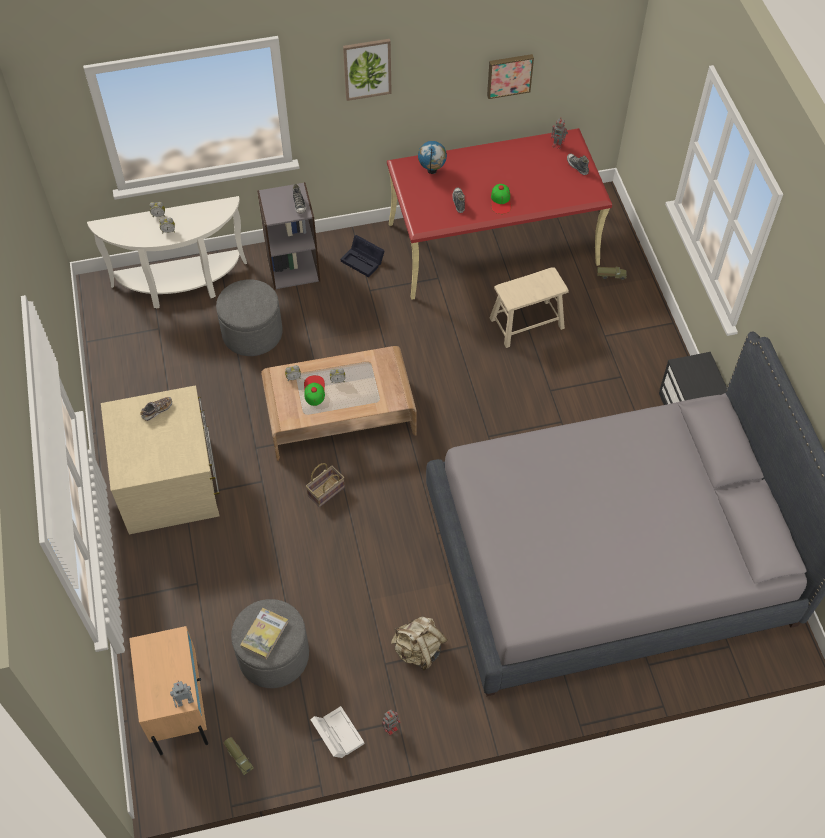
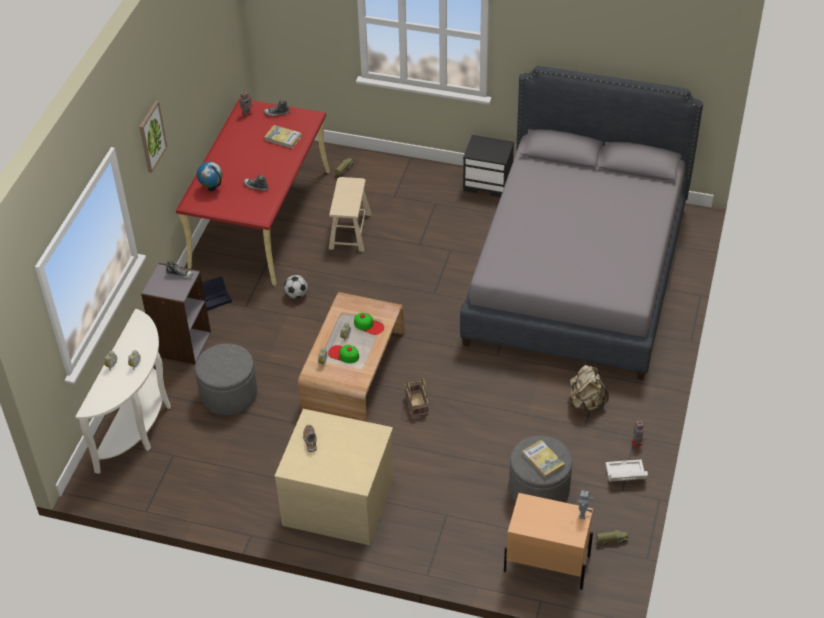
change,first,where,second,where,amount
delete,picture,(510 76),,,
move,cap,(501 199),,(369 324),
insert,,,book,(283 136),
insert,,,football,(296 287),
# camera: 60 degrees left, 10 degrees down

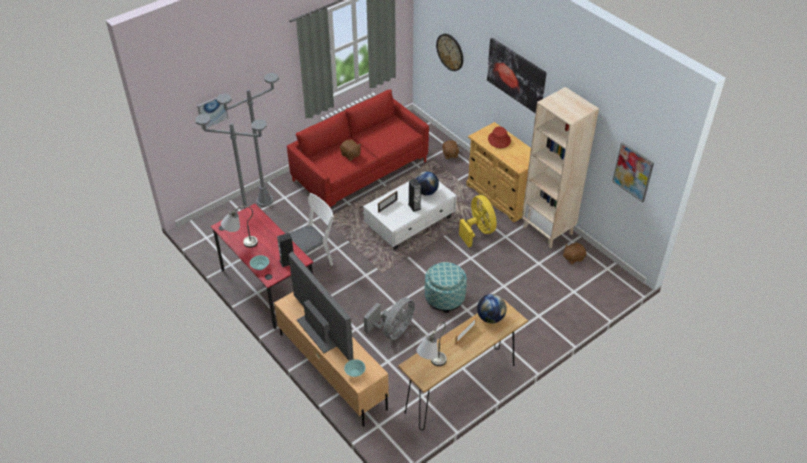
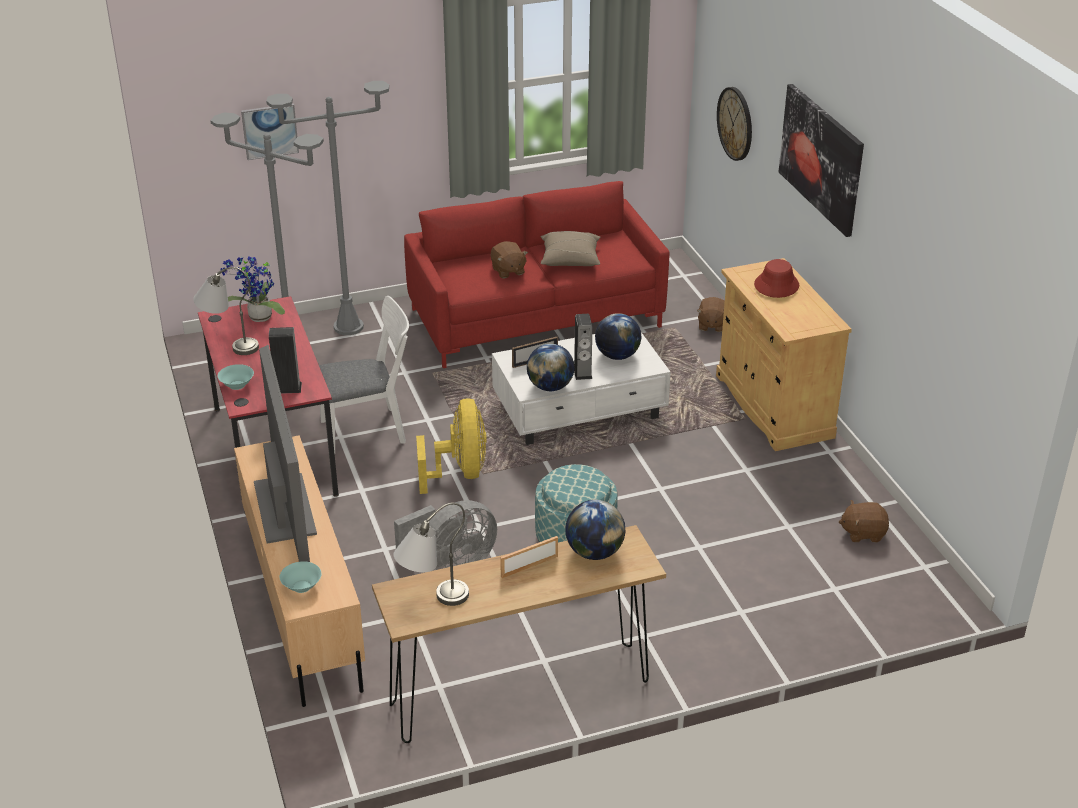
change,first,where,second,where,amount
move,yellow fan,(478 221),,(451 446),
delete,beige bookcase,(560 167),,,
delete,picture,(633 172),,,
insert,,,potted plant,(253 289),
insert,,,globe,(551 367),
insert,,,beige pillow,(570 248),
# camera: 20 degrees right, 10 degrees down

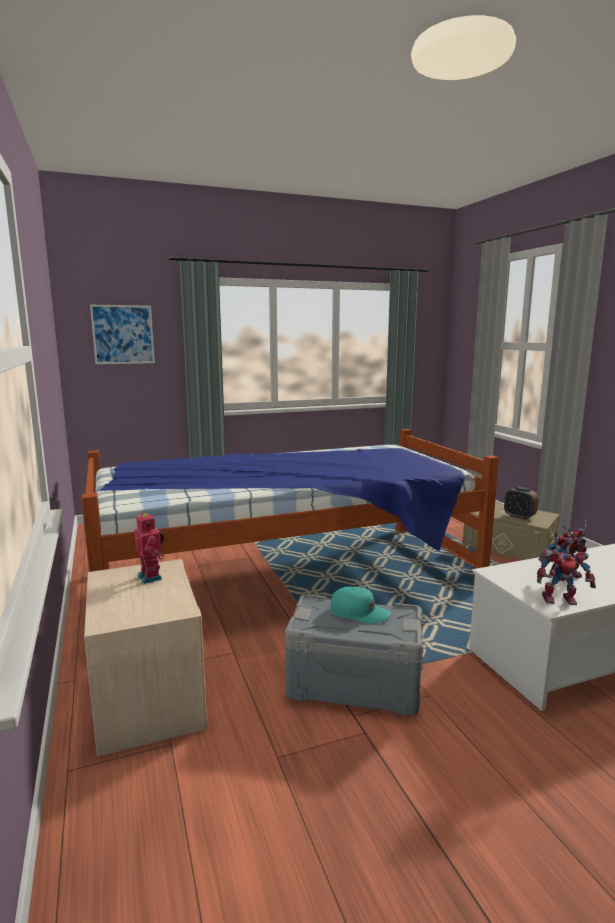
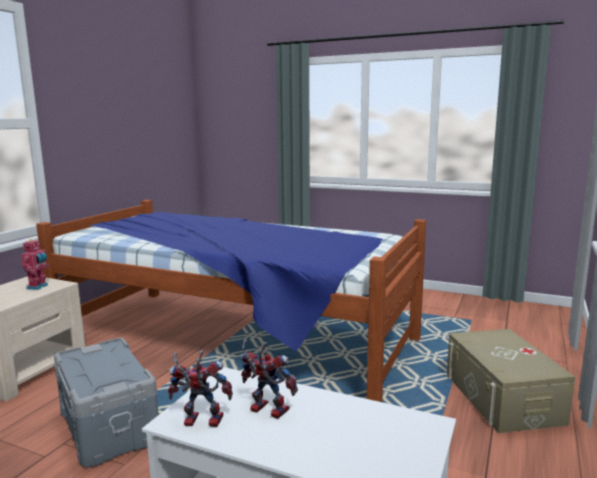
change,first,where,second,where,amount
delete,picture,(122 334),,,
delete,turquoise cap,(360 605),,,
delete,alarm clock,(521 503),,,
rotate,toy robot,(566 567),,(200 388),135 degrees clockwise
# camera: 45 degrees right, 0 degrees up

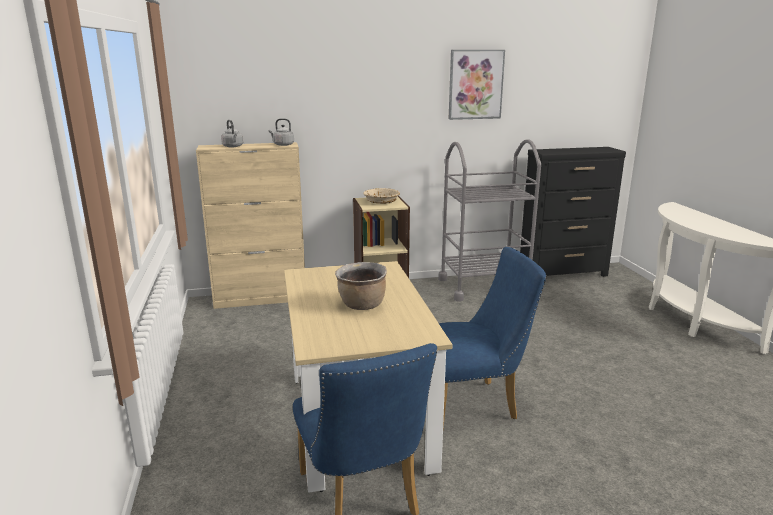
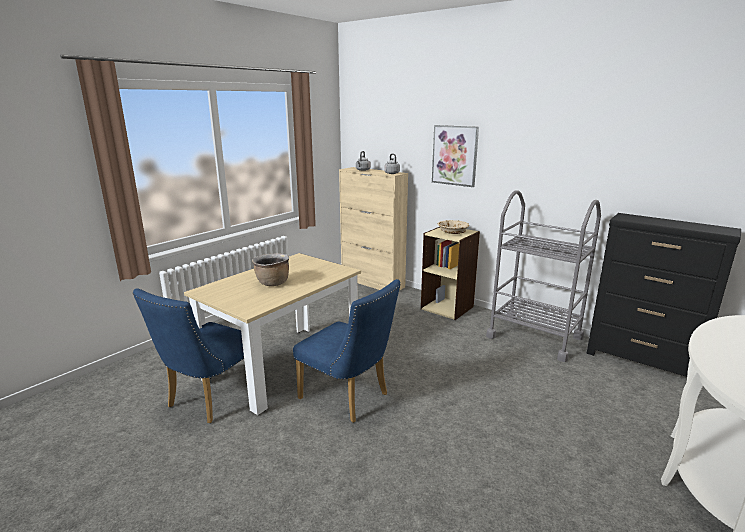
change,first,where,second,where,amount
move,picture,(477 85),,(455 156),
# camera: 50 degrees right, 0 degrees up

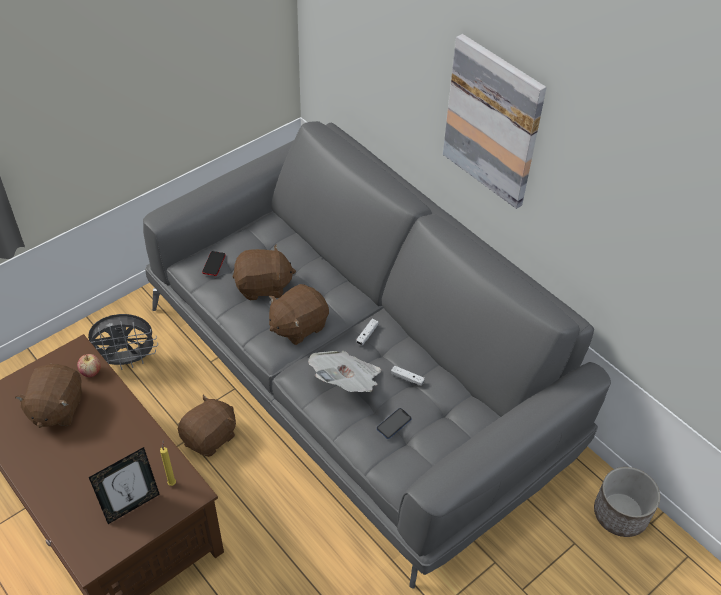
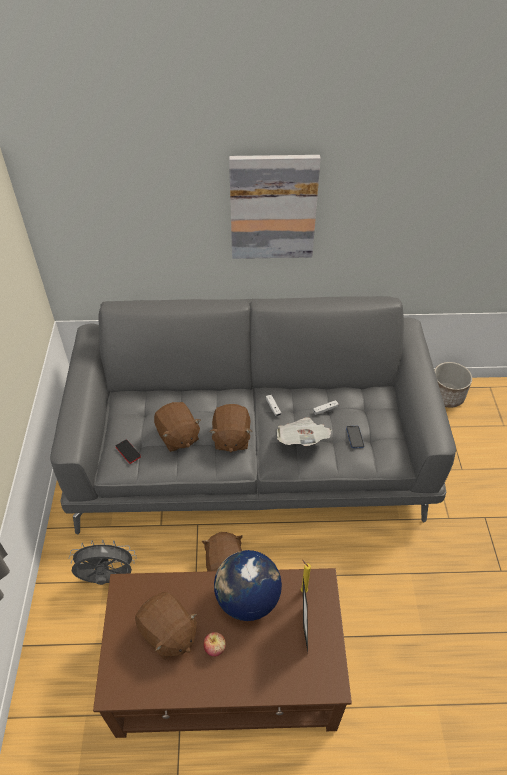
change,first,where,second,where,amount
move,apple,(89 365),,(215 644),
rotate,grey fan,(123 342),,(103 562),120 degrees counterclockwise
rotate,brown plush toy,(264 272),,(177 427),120 degrees clockwise
insert,,,globe,(248 585),
# camera: 50 degrees left, 0 degrees up

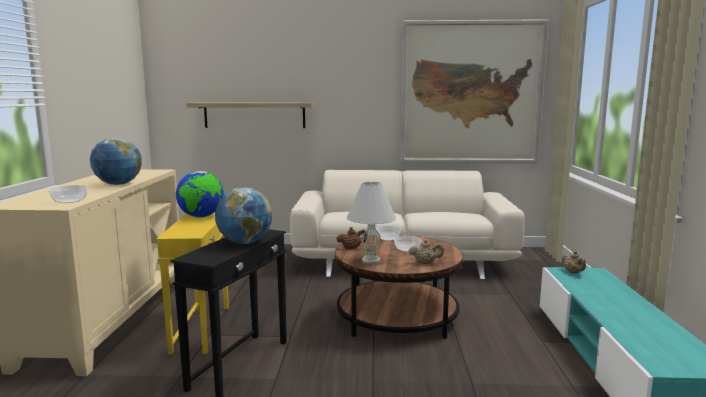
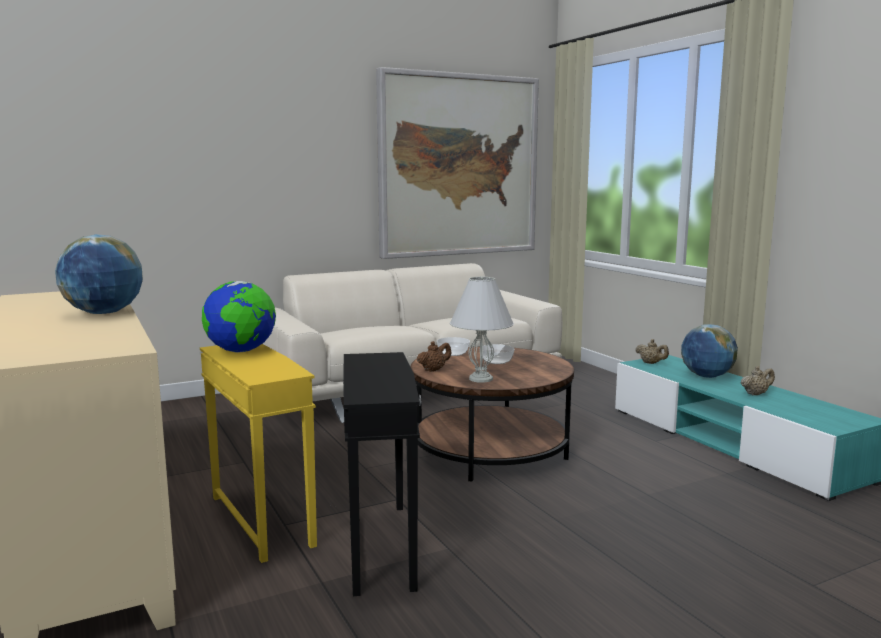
change,first,where,second,where,amount
delete,bowl,(68 194),,,
delete,shelf,(250 115),,,
move,globe,(243 216),,(709 351),
move,beige teapot,(426 252),,(758 380),
# camera: 30 degrees left, 0 degrees up

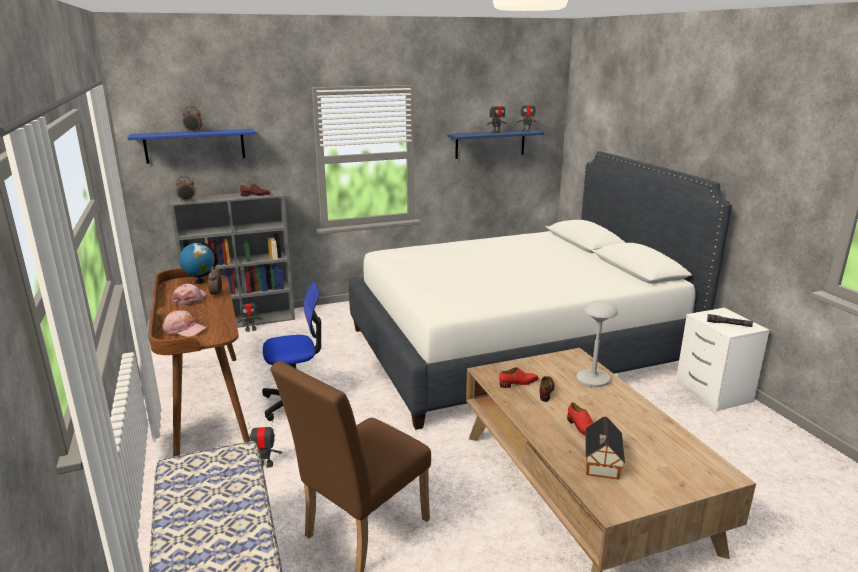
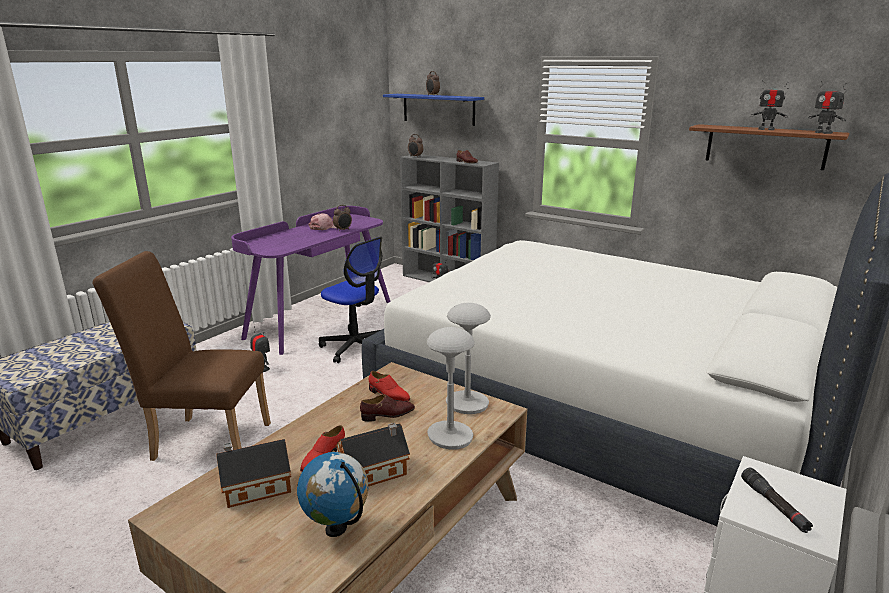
change,first,where,second,where,amount
recolor,brown desk,(199 362),purple desk,(310 280),
delete,pink cap,(185 323),,,
move,globe,(198 263),,(332 494),
recolor,blue shelf,(495 144),brown shelf,(769 147),
insert,,,toy house,(372 454),
insert,,,grey table lamp,(468 358),
# camera: 55 degrees right, 0 degrees up

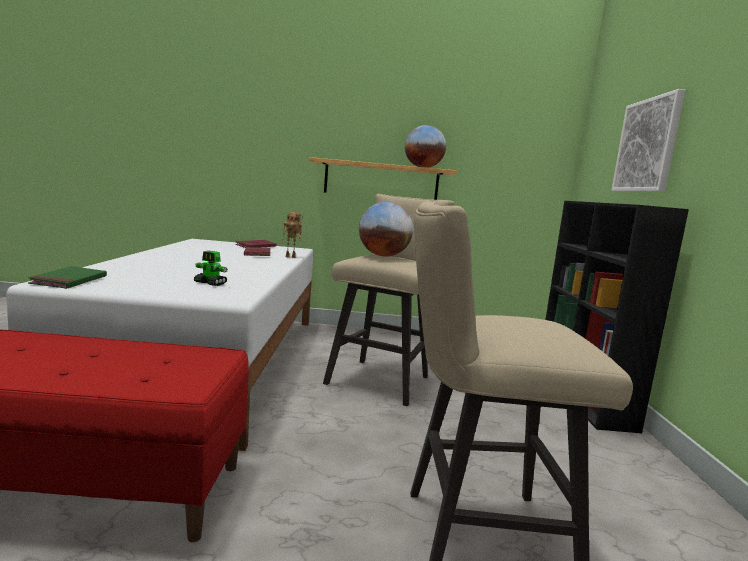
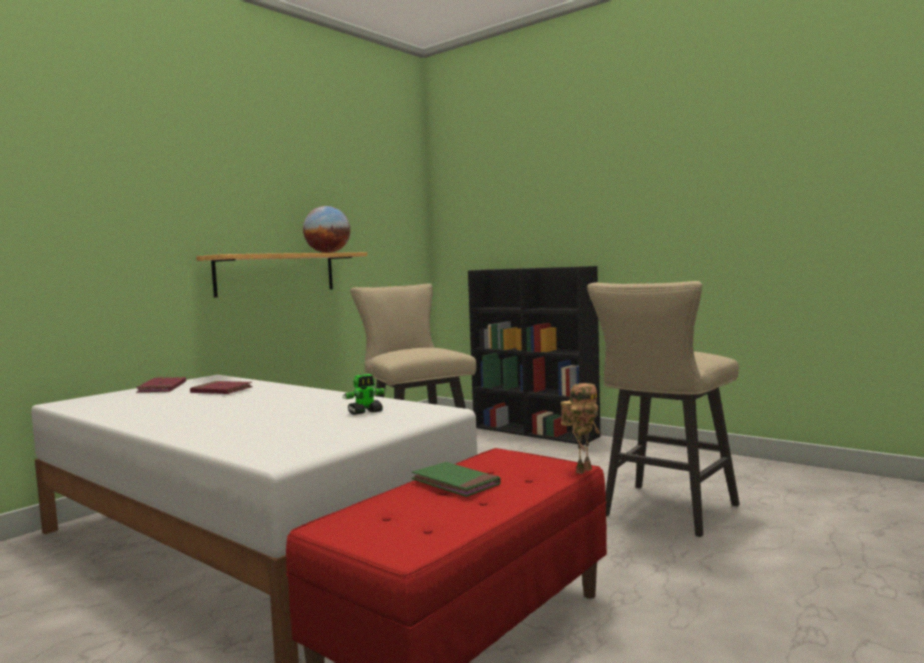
change,first,where,second,where,amount
move,green book,(67 277),,(456 479),
move,toy robot,(292 235),,(580 428),
delete,globe,(386 229),,,
delete,picture,(648 140),,,
# camera: 50 degrees left, 5 degrees down

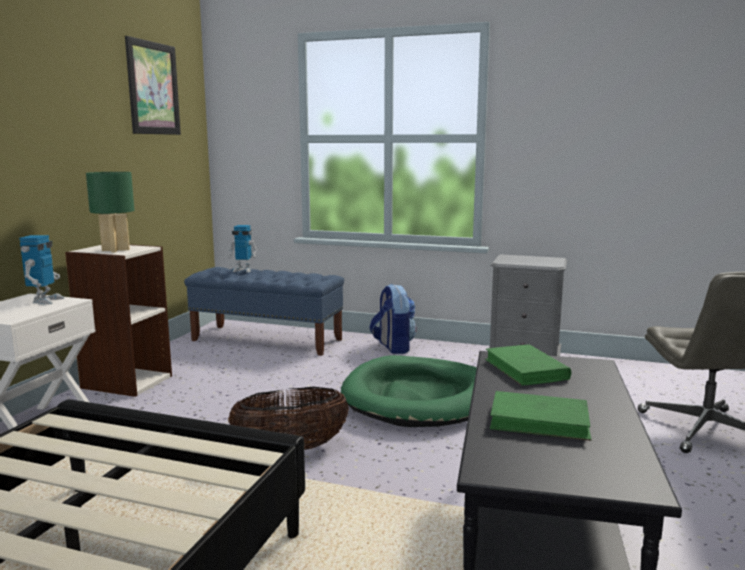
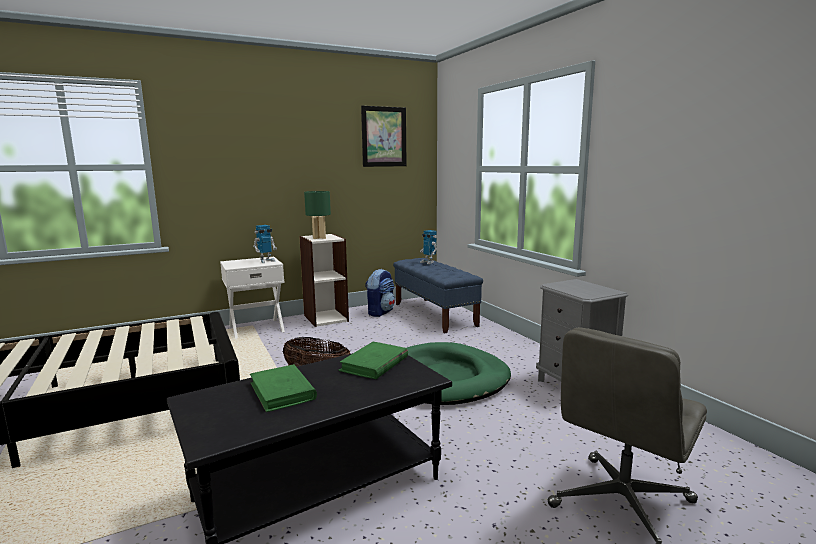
change,first,where,second,where,amount
move,backpack,(393 319),,(380 293),
# camera: 45 degrees right, 0 degrees up

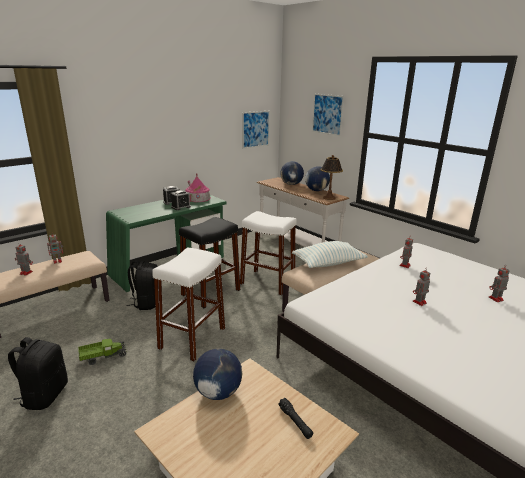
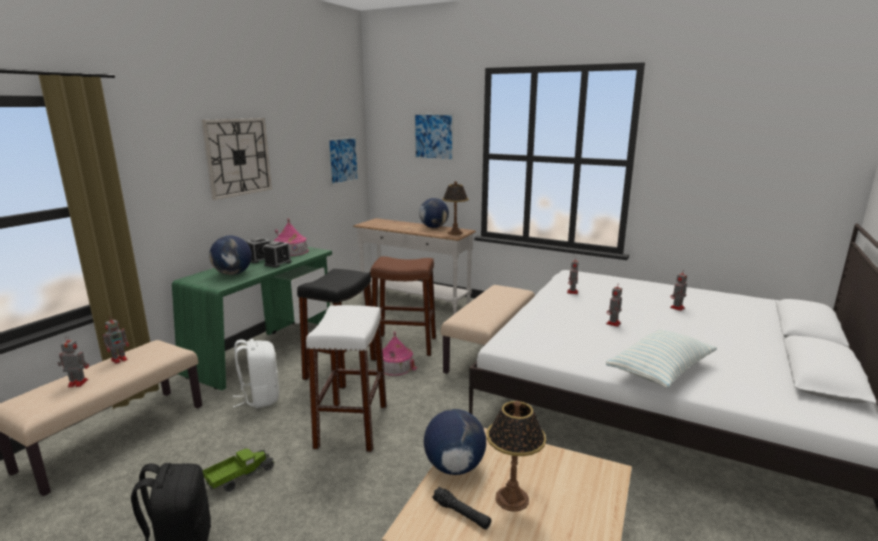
change,first,where,second,where,amount
recolor,black backpack,(142 285),white backpack,(255 373),
recolor,white stool,(268 253),brown stool,(403 306),
move,black flashlight,(295 418),,(461 508),
move,globe,(292 173),,(230 255),
move,pillow,(330 254),,(661 359),
insert,,,wall clock,(236 159),
insert,,,toy house,(399 354),
insert,,,table lamp,(516 456),
# camera: 20 degrees left, 5 degrees down

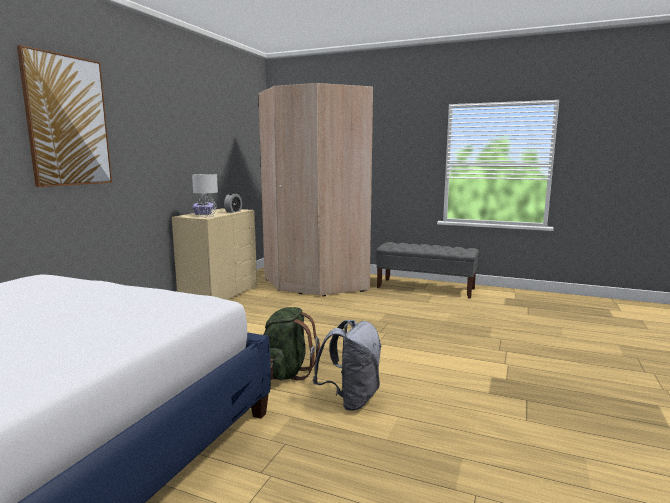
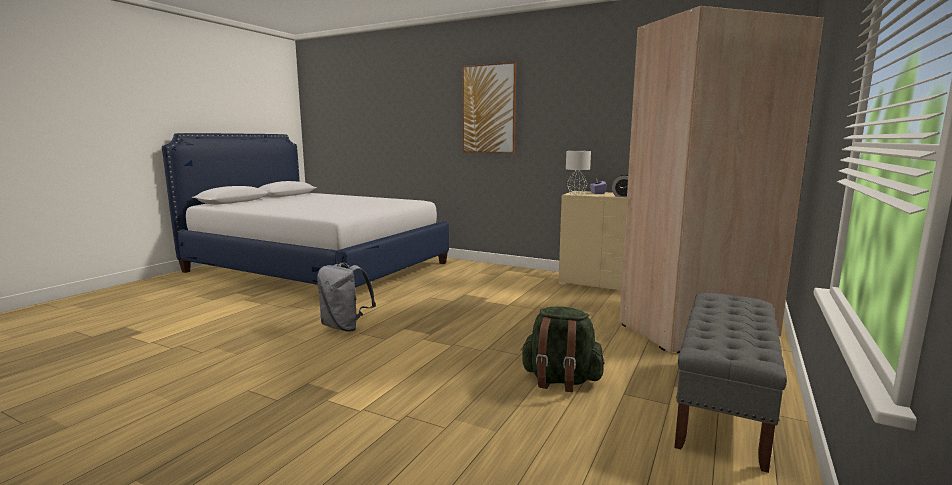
change,first,where,second,where,amount
move,green backpack,(291 343),,(562 349),
# camera: 95 degrees right, 0 degrees up

